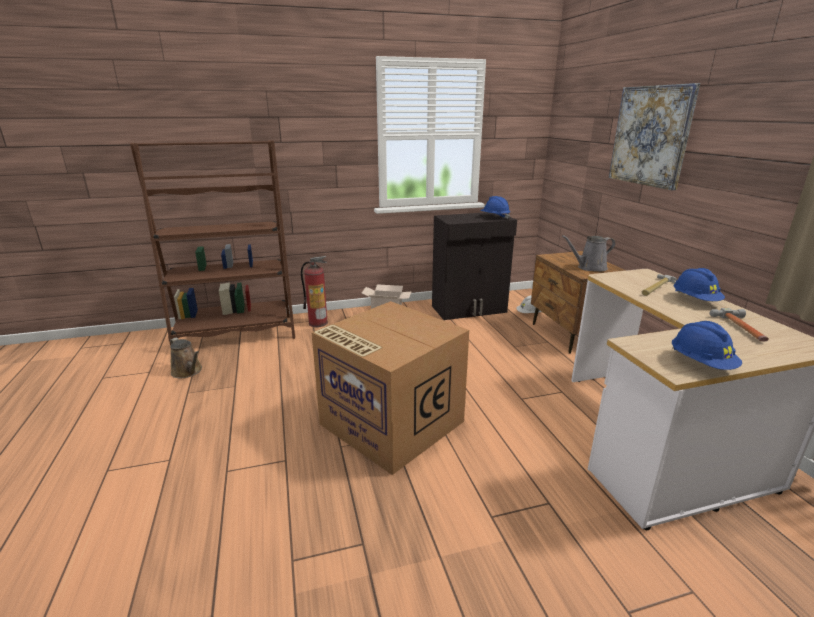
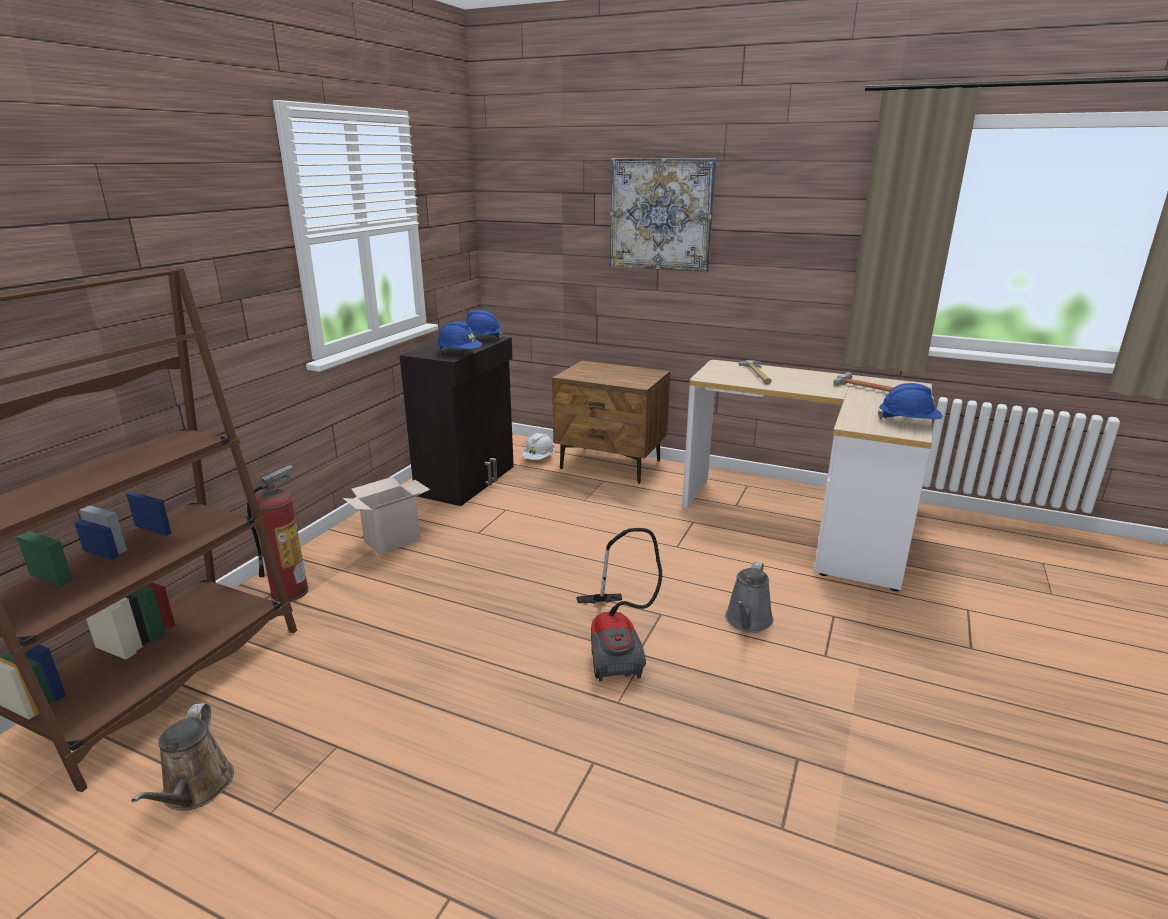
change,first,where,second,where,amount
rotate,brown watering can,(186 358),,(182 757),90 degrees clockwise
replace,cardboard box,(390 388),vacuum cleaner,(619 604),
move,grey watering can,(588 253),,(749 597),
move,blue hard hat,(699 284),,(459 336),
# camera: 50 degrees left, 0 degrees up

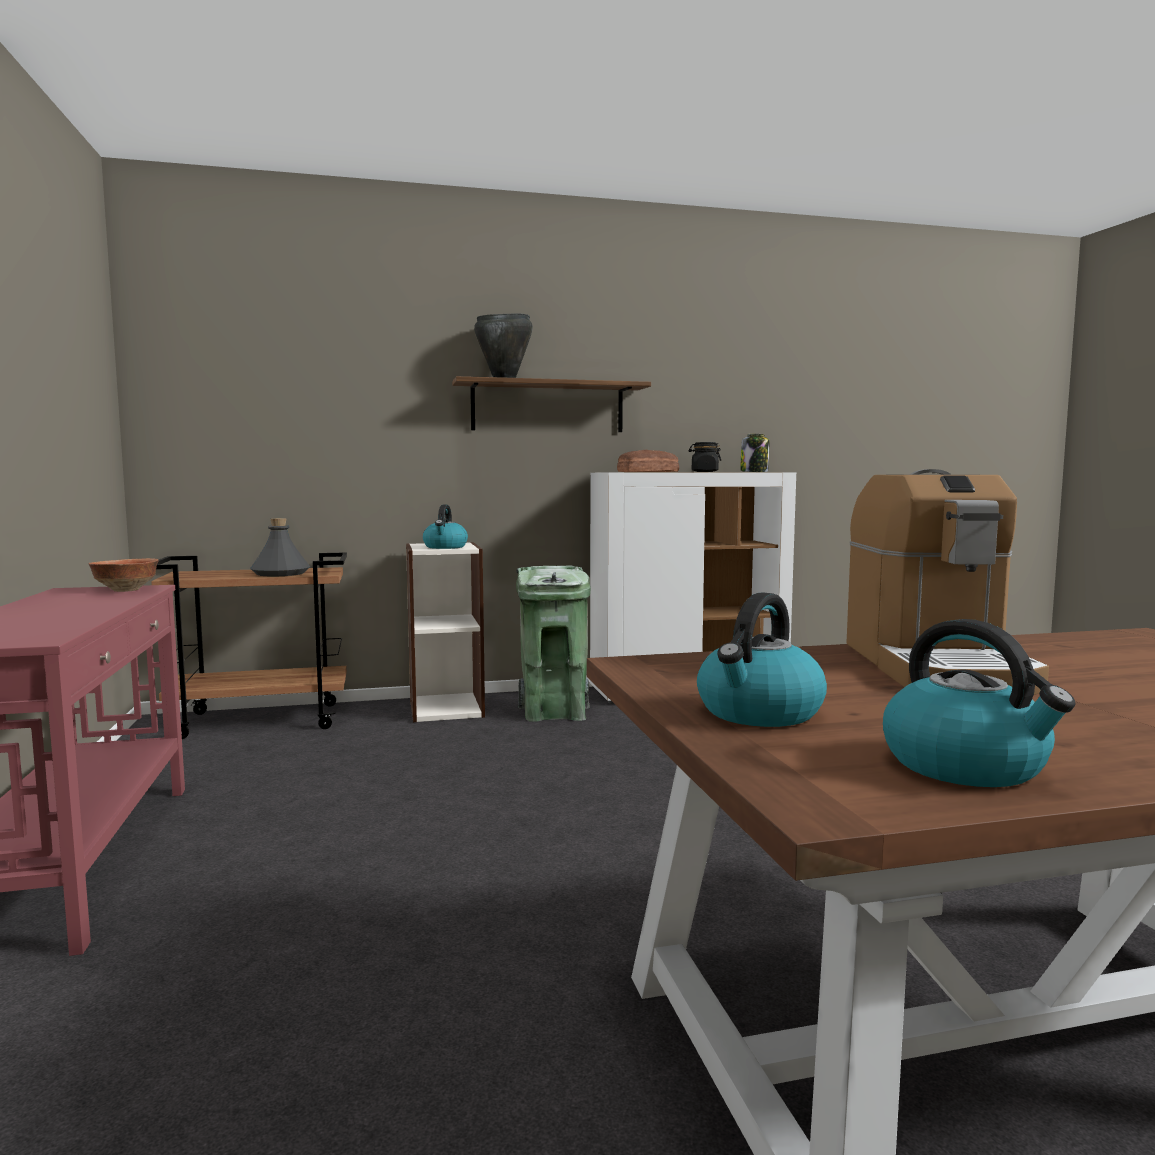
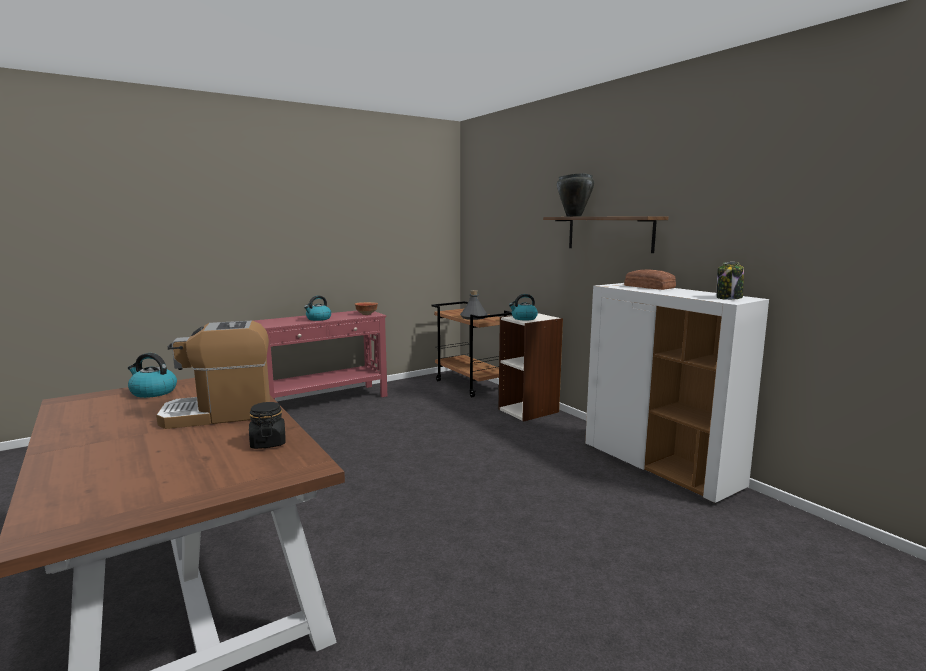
change,first,where,second,where,amount
delete,green trash can,(553 643),,,
move,black jar,(704 457),,(267 425),
move,kettle,(979 703),,(317 308),
# camera: 70 degrees right, 5 degrees up

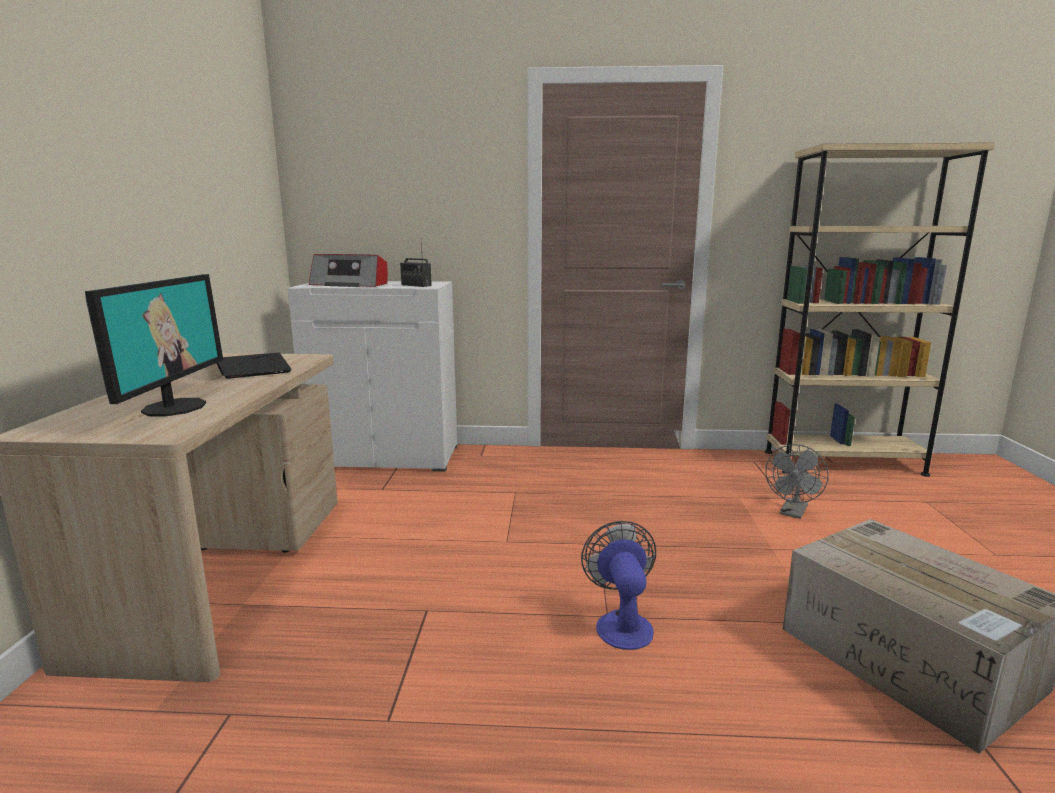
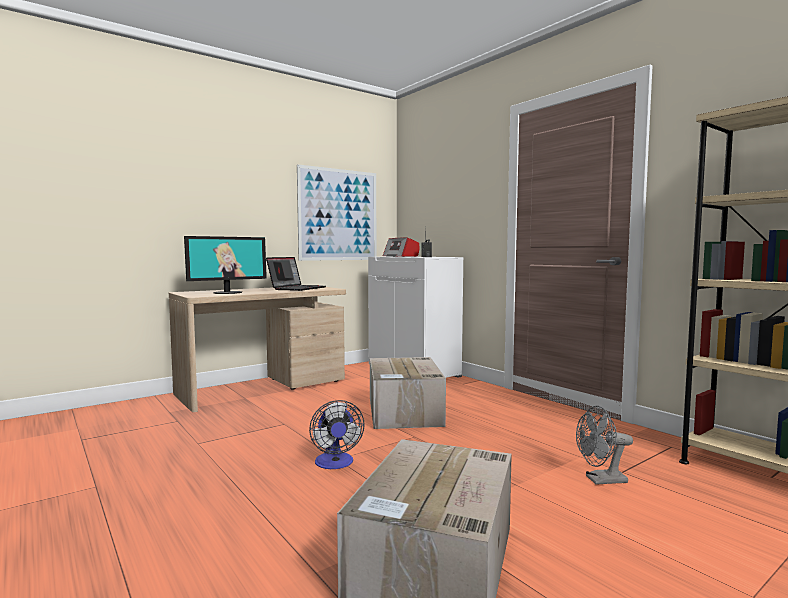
change,first,where,second,where,amount
rotate,fan,(618 585),,(337 434),120 degrees clockwise
insert,,,picture,(337 212),
insert,,,cardboard box,(408 393),
# camera: 50 degrees right, 10 degrees down

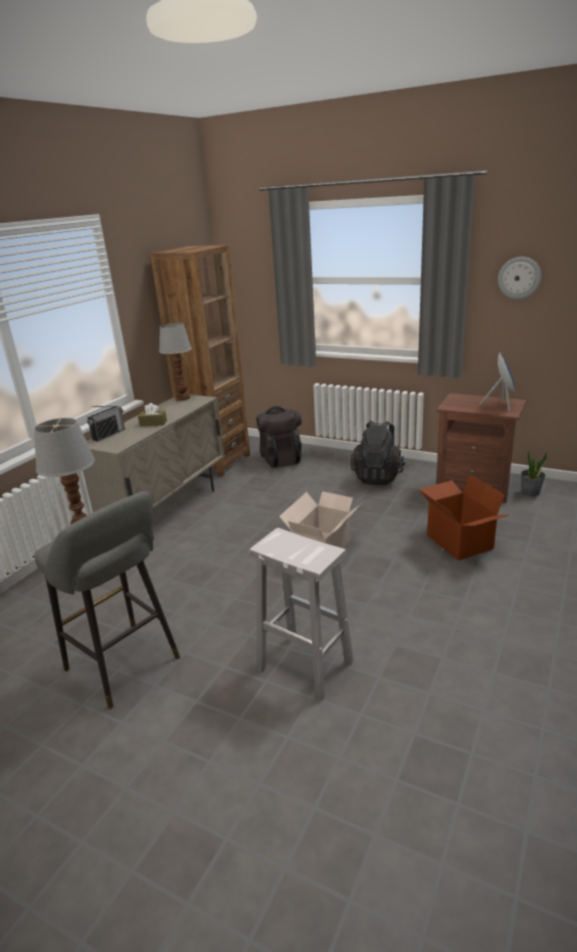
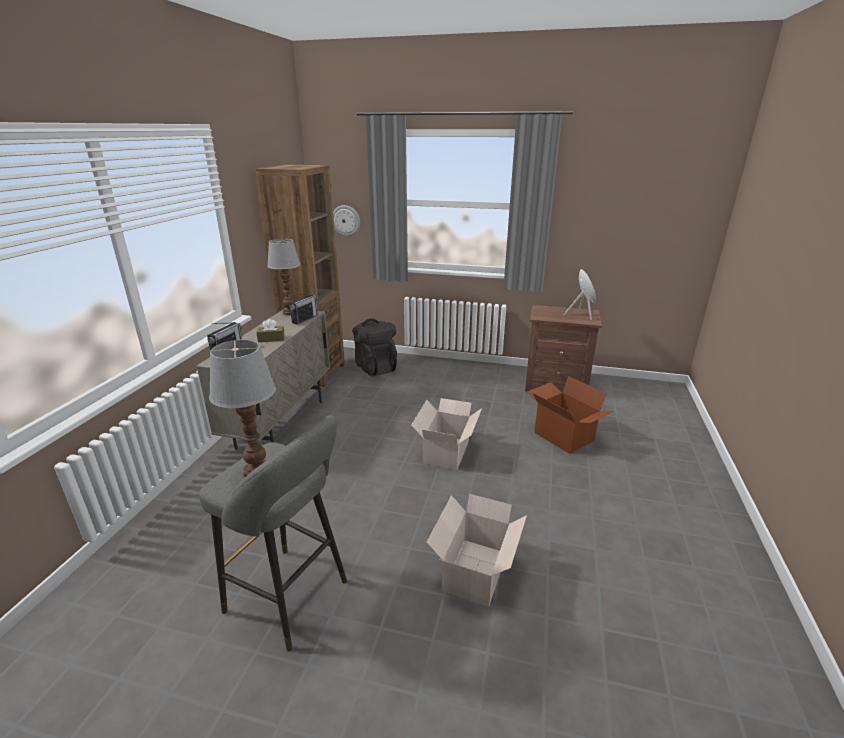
change,first,where,second,where,amount
replace,white stool,(301 614),cardboard box,(476 550),
delete,black backpack,(378 453),,,
move,wall clock,(519 278),,(346 221),
delete,potted plant,(534 473),,,
insert,,,radio,(303 309),
# camera: 15 degrees left, 0 degrees up

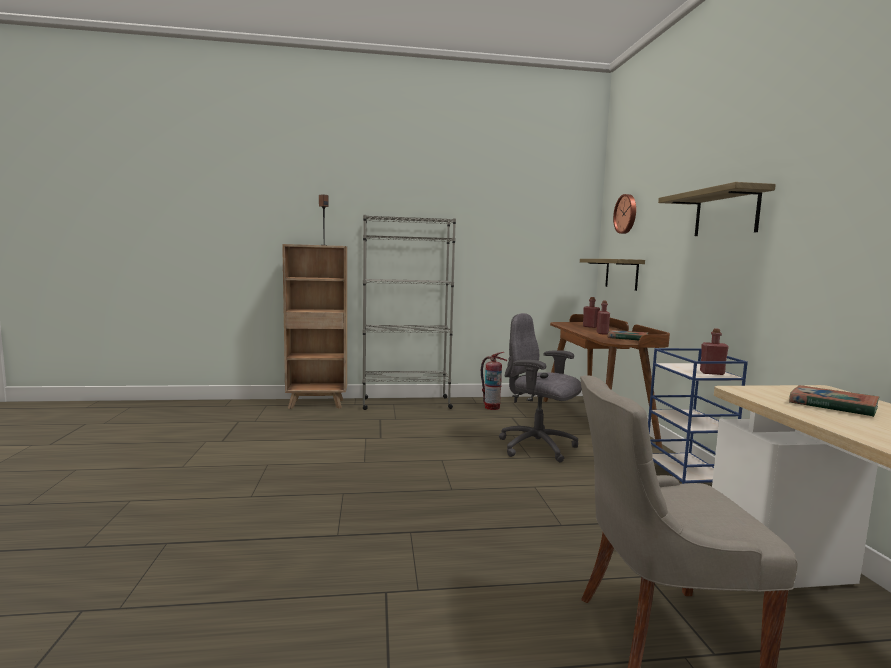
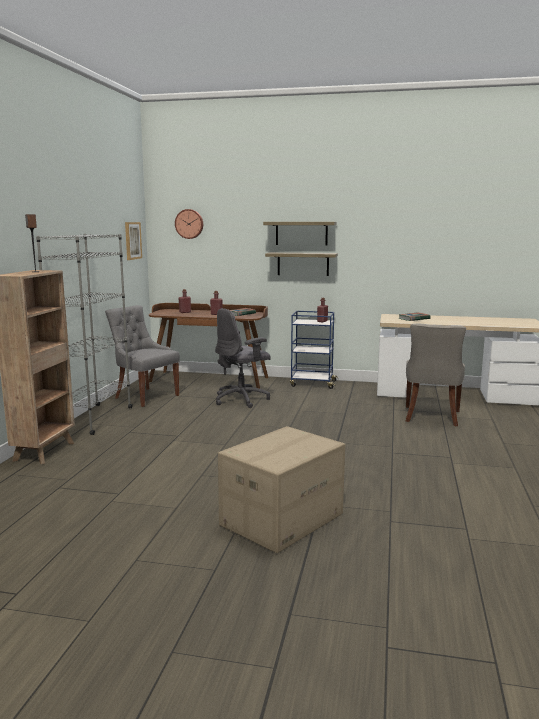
change,first,where,second,where,amount
replace,fire extinguisher,(494 381),grey chair,(142 356),
move,shelf,(612 275),,(301 264),
insert,,,picture,(133 241),
insert,,,cardboard box,(281 489),
# camera: 70 degrees left, 5 degrees up

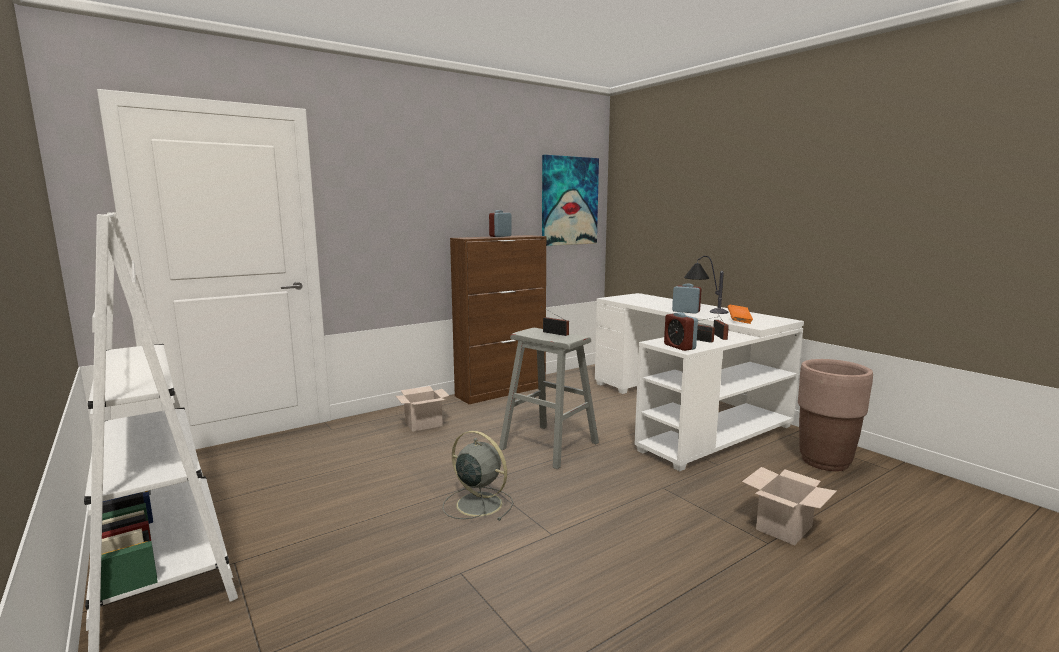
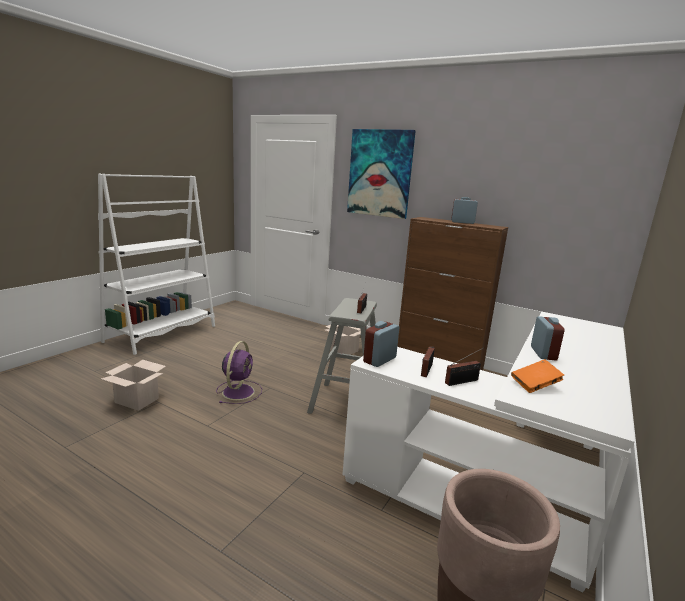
change,first,where,second,where,amount
recolor,grey fan,(477 476),purple fan,(239 372),
move,picture,(570 200),,(381 174),
delete,table lamp,(706 285),,,
move,cardboard box,(789 506),,(133 385),
# camera: 65 degrees right, 5 degrees up

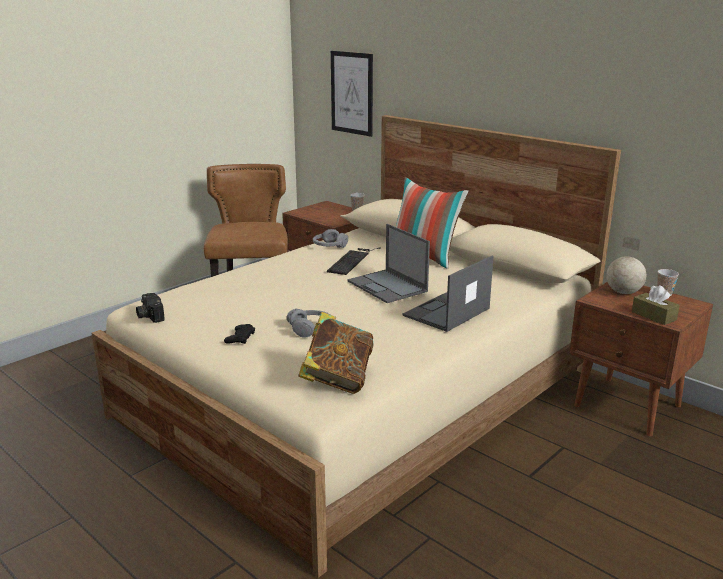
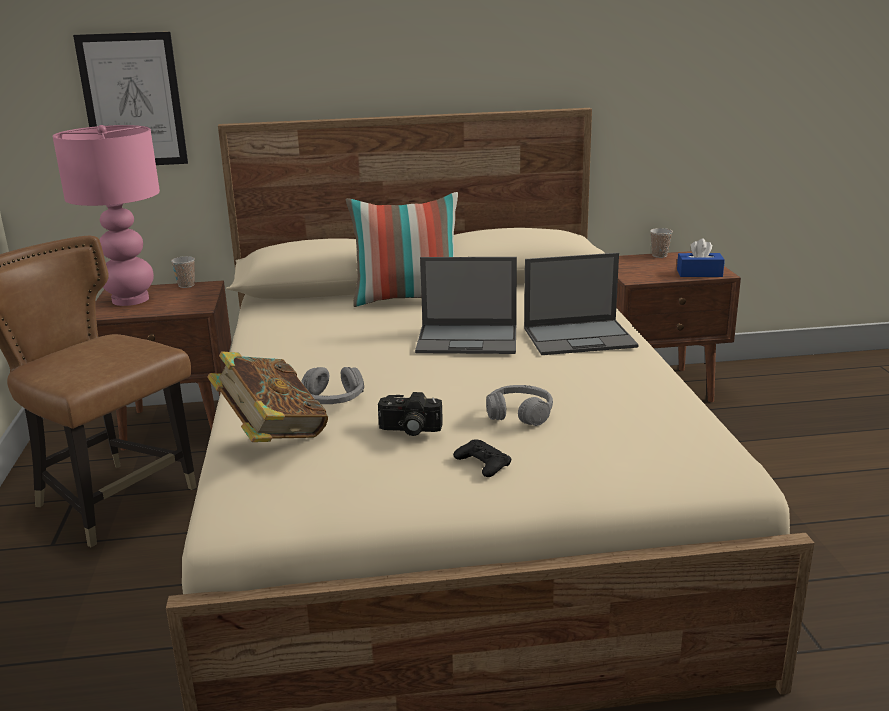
change,first,where,second,where,amount
move,photo camera,(150 308),,(410 414),
move,book,(336 353),,(267 396),
move,grey headphones,(330 238),,(332 385),
delete,keyboard,(353 261),,,
rotate,laptop,(448 294),,(581 304),90 degrees counterclockwise
delete,globe,(626 265),,,
recolor,brown tissue box,(656 305),blue tissue box,(701 257),
insert,,,pink table lamp,(106 215),
# camera: 50 degrees left, 0 degrees up

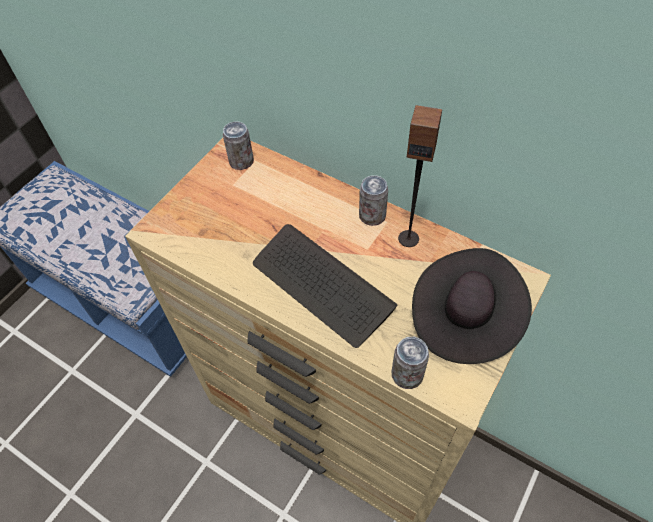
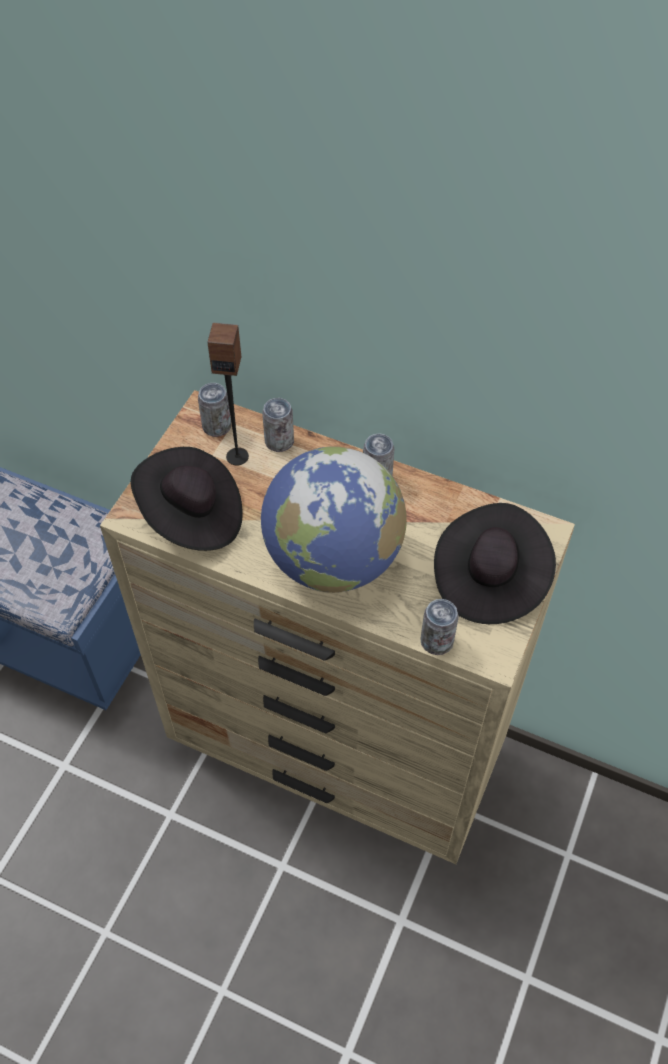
change,first,where,second,where,amount
replace,keyboard,(325 286),globe,(334 519),
move,speaker,(420 176),,(228 393),
insert,,,black hat,(187 499),
insert,,,can,(278 425),
# camera: 10 degrees left, 0 degrees up

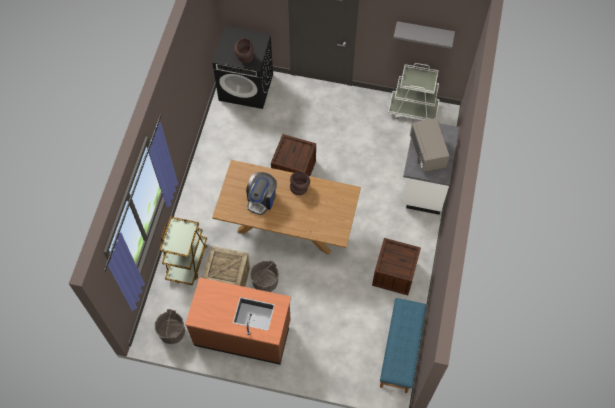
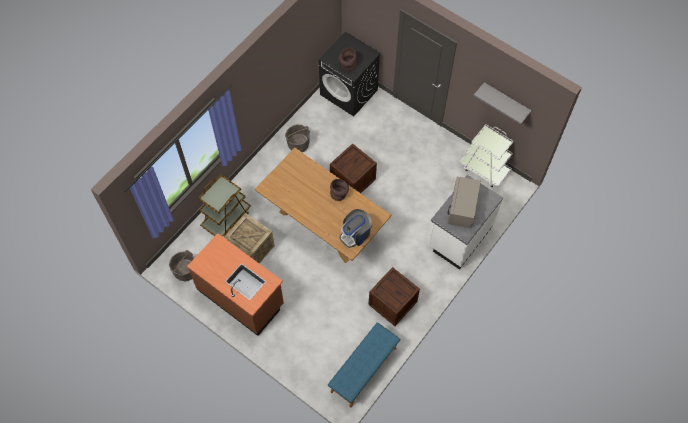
change,first,where,second,where,amount
move,coffee machine,(261 193),,(355 228),
move,grey bucket,(264 276),,(297 138),
# camera: 25 degrees right, 0 degrees up

